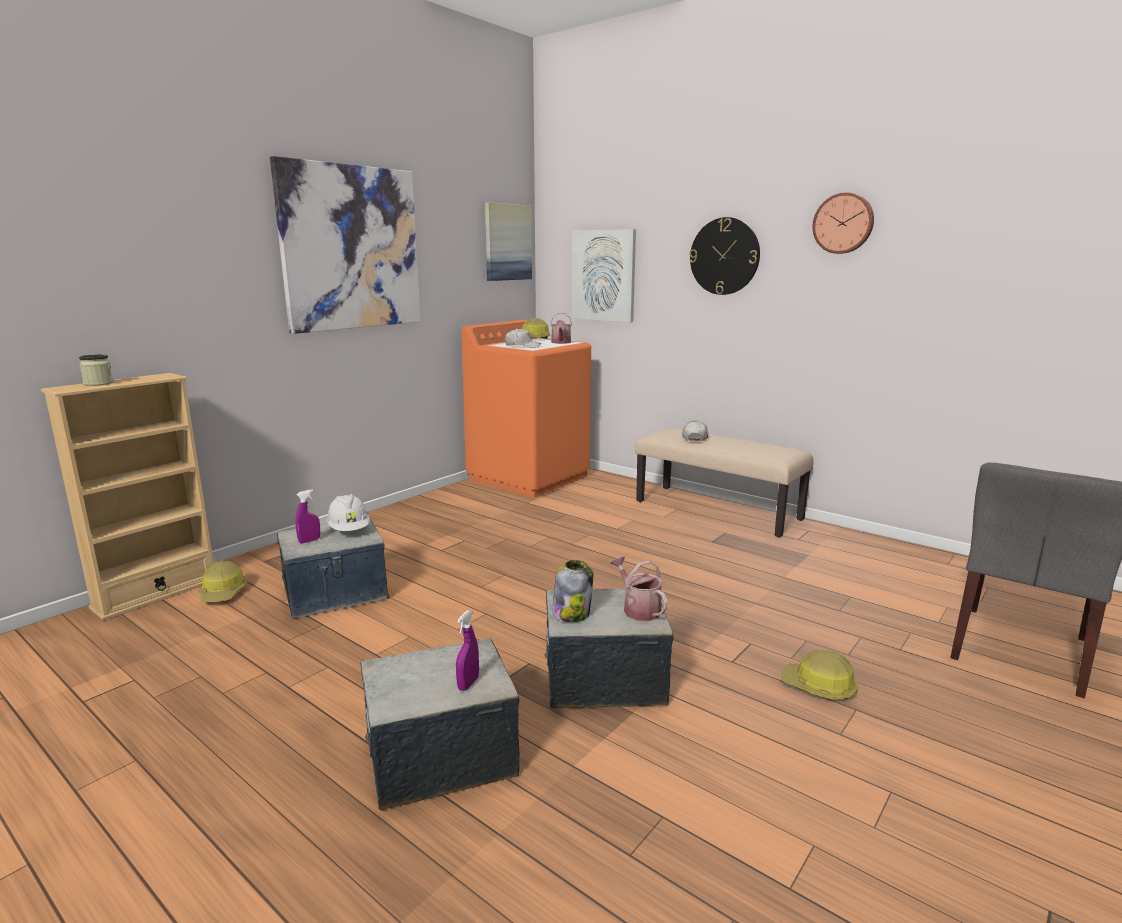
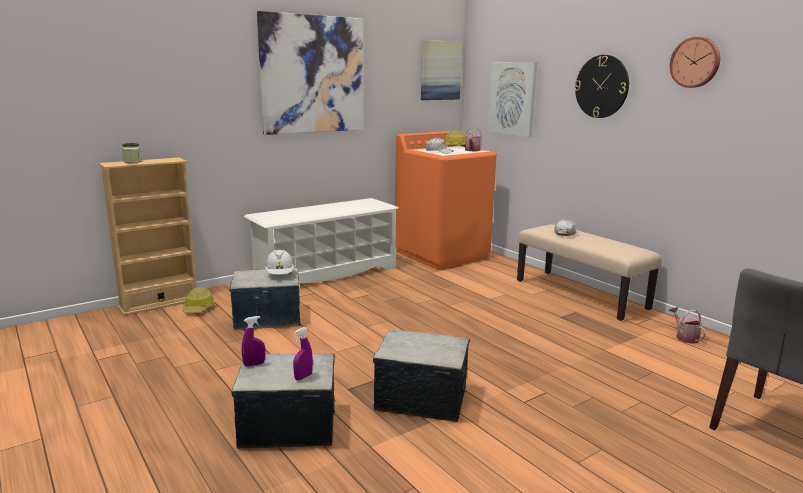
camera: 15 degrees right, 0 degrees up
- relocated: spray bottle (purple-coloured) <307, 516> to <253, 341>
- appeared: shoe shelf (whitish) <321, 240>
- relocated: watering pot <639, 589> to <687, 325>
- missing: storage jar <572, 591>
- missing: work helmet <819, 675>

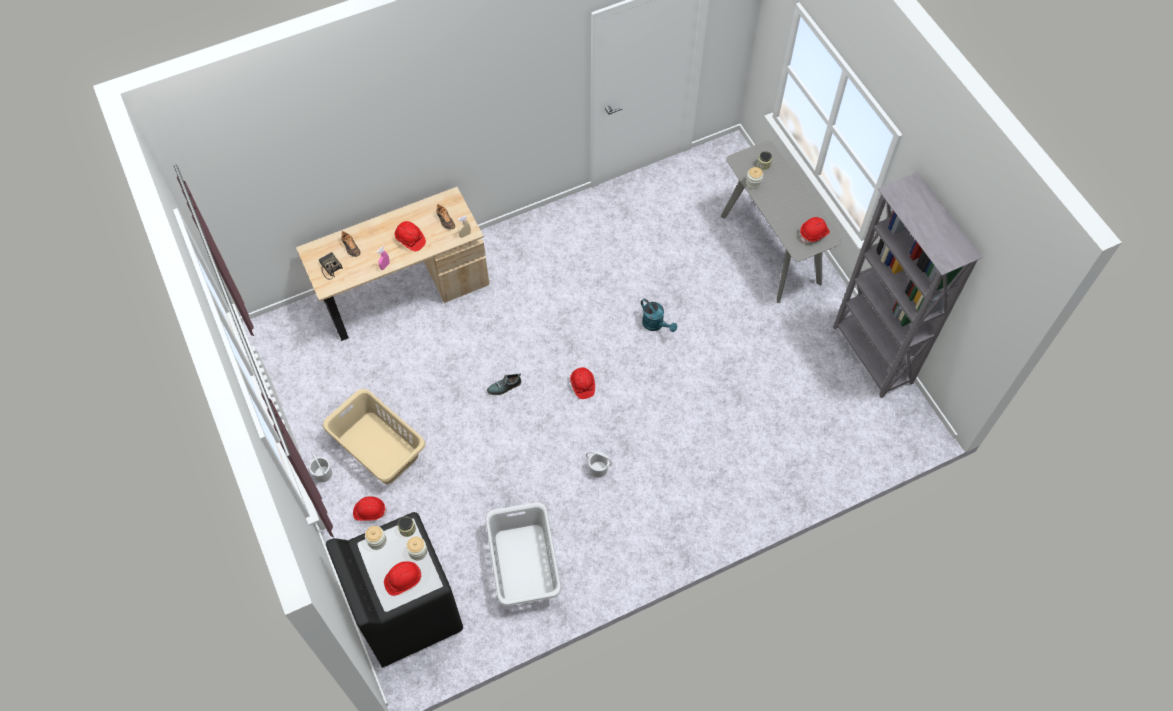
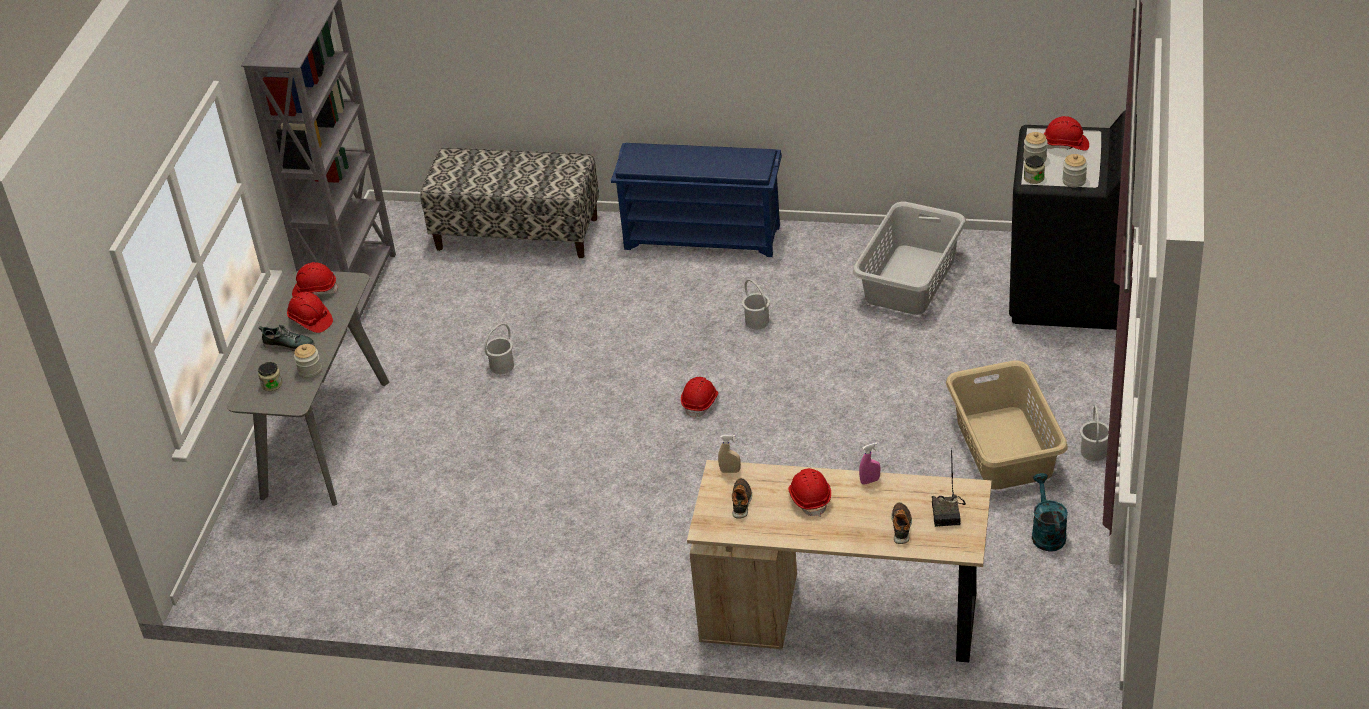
camera: 140 degrees left, 20 degrees down
- relocated: shoe <504, 384> to <287, 338>
- relocated: work helmet (red-coloured) <370, 508> to <310, 312>
- appeared: bench <509, 203>
- appeared: water bucket (whitish) <499, 348>
- appeared: shoe shelf (blue) <696, 200>
- relocated: watering pot (turquoise) <659, 315> to <1050, 512>

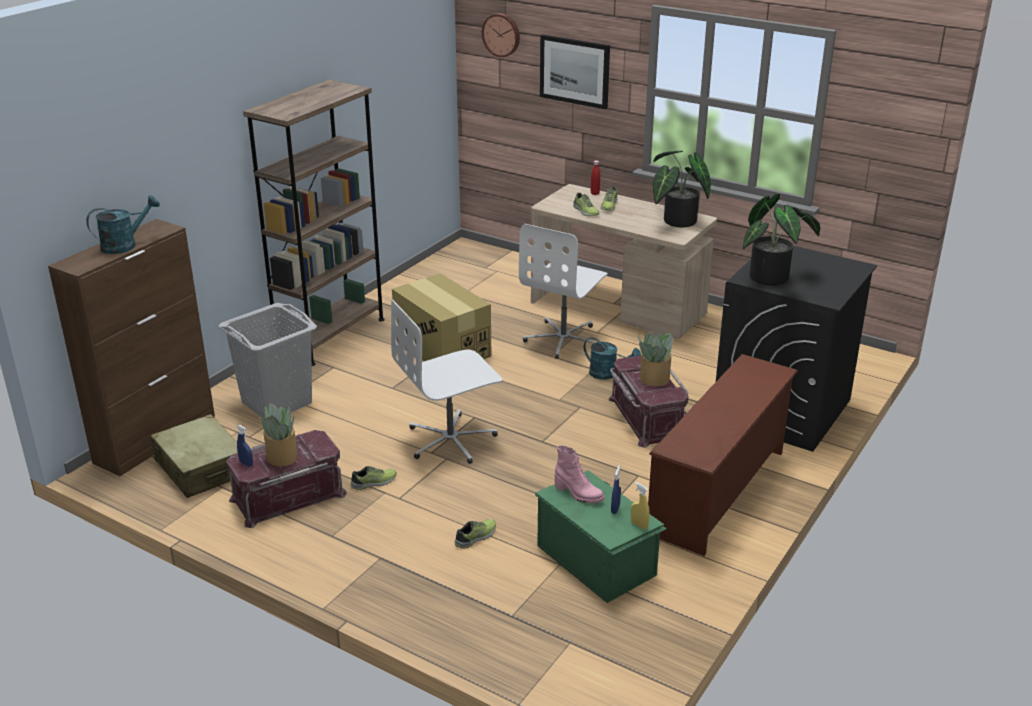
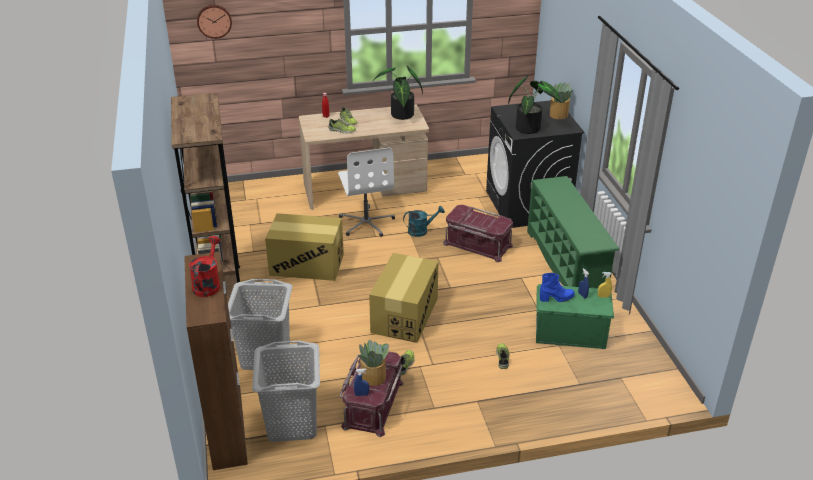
camera: 45 degrees left, 5 degrees up
- colour: watering pot (turquoise) <123, 224> to watering pot (red-coloured) <205, 266>
- exchanged: piece of luggage (beige) <194, 456> to washing basket (grey) <286, 391>
- exchanged: desk chair (whitish) <447, 381> to carton <404, 298>
- colour: shoe shelf (brown) <723, 455> to shoe shelf (green-coloured) <573, 232>
- colour: high-top boot (pink) <579, 474> to high-top boot (blue) <557, 287>
- relocated: houseplant <655, 358> to <561, 100>
- missing: wall picture <575, 72>

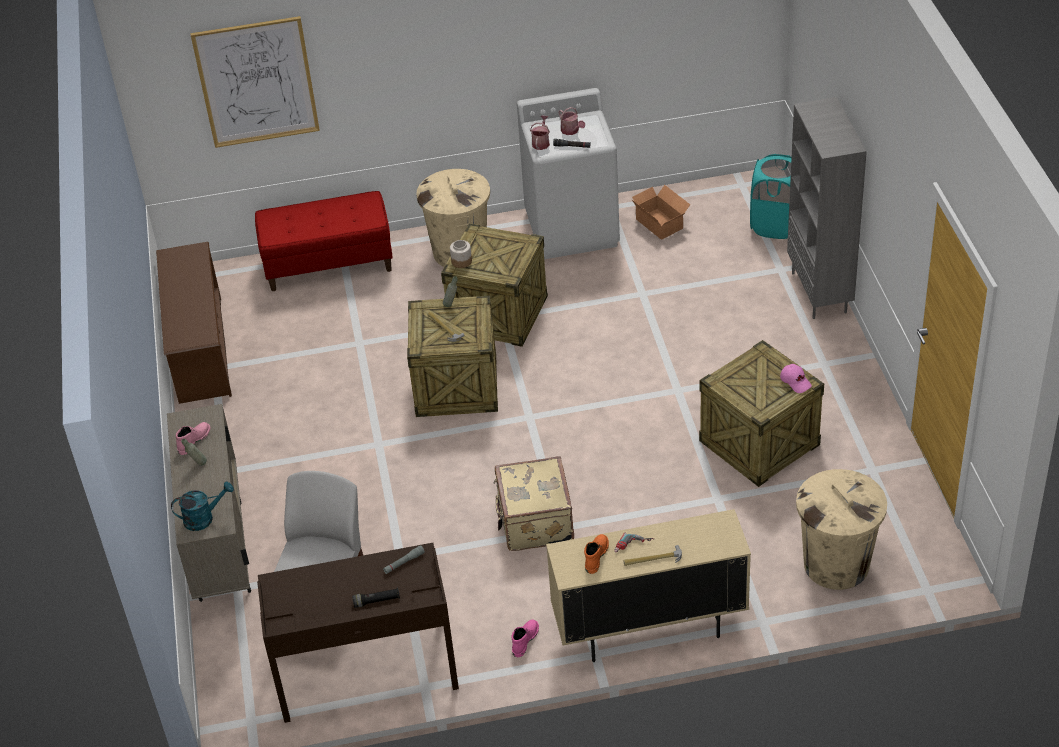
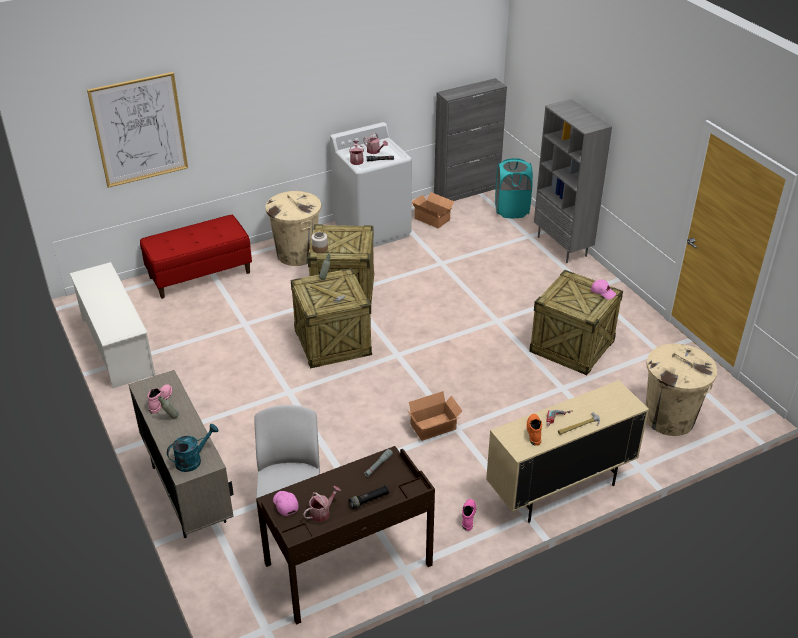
camera: 20 degrees left, 5 degrees down
- colour: shoe shelf (brown) <194, 323> to shoe shelf (whitish) <112, 325>
- appeared: cap (pink) <286, 503>
- appeared: watering pot <322, 504>
- exchanged: piece of luggage (beige) <534, 503> to carton <434, 416>
- appeared: cupboard (grey) <470, 139>

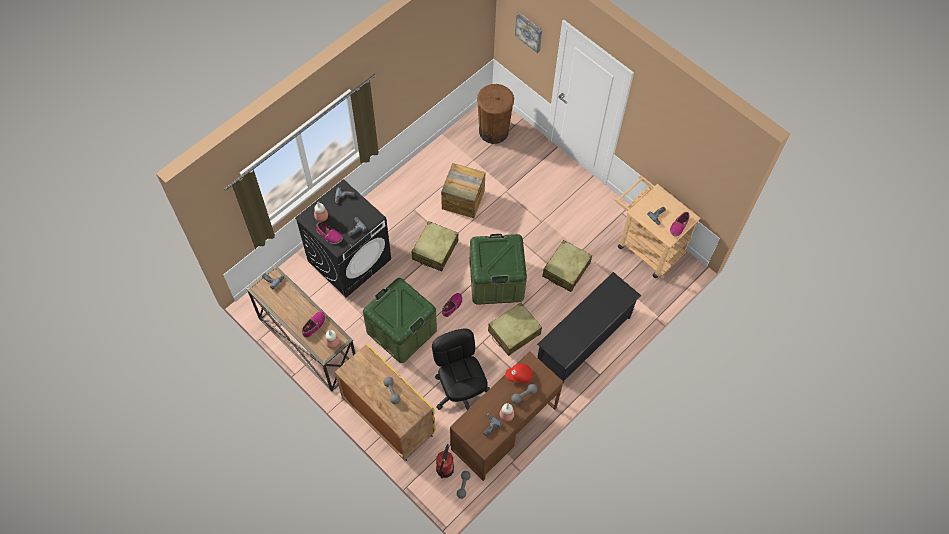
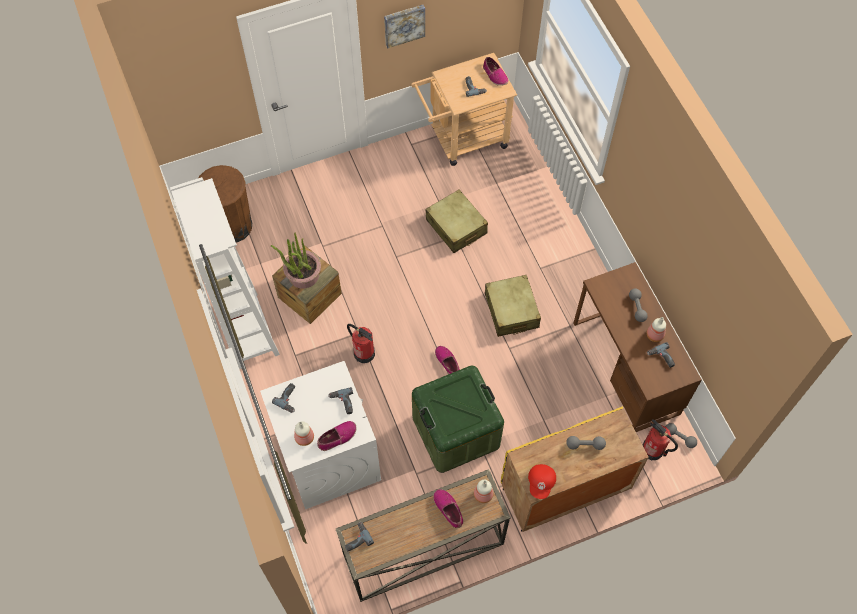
camera: 65 degrees left, 0 degrees up
- appeared: shelving unit (whitish) <225, 273>
- colour: laundry appliance (black-coloured) <343, 238> to laundry appliance (whitish) <320, 435>
- appeared: houseplant <296, 260>
- exchanged: piece of luggage (beige) <435, 246> to fire extinguisher <361, 343>
- relocated: wall picture <528, 33> to <404, 26>
- relocated: cap (red-coloured) <519, 373> to <542, 481>
- missing: desk chair (black-coloured) <461, 369>
- missing: storage box (green-coloured) <498, 269>
- missing: shoe shelf (black-coloured) <589, 327>

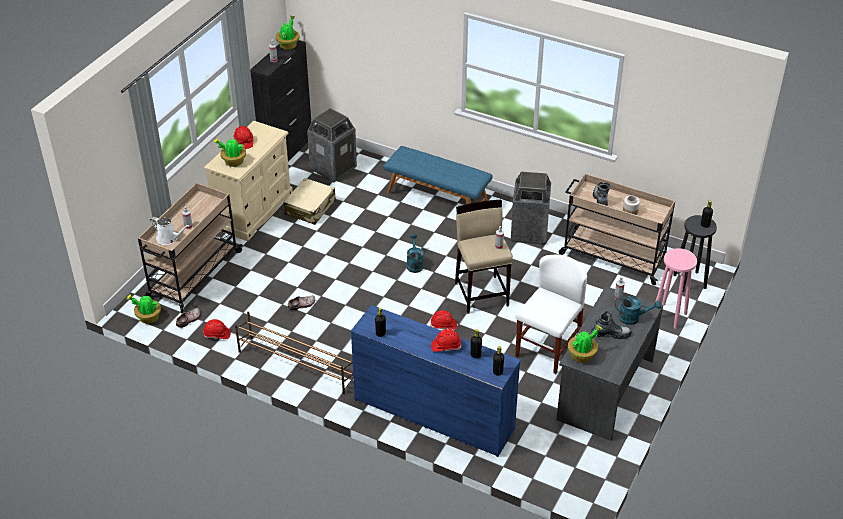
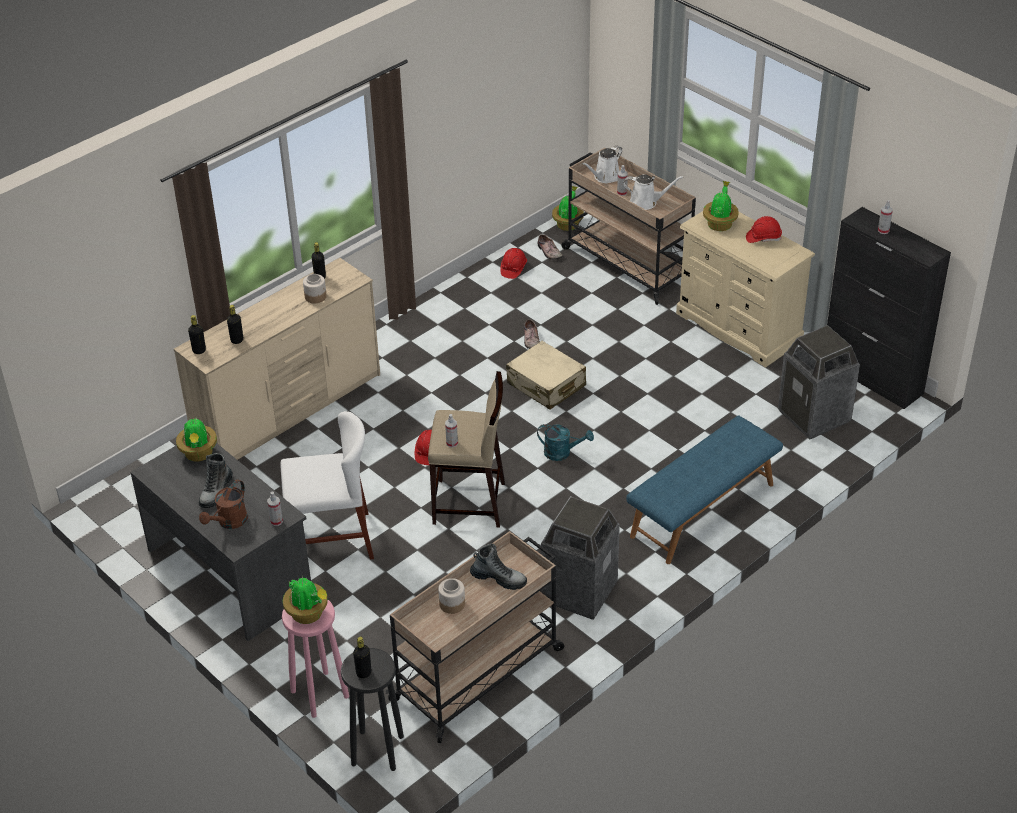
camera: 110 degrees right, 0 degrees up
- colour: chest of drawers (blue) <436, 381> to chest of drawers (beige) <277, 359>
- colour: watering pot (turquoise) <638, 310> to watering pot (brown) <223, 504>
- spun: plain chair (whitish) <551, 314> = <327, 485> 60 degrees counterclockwise
- relocated: houseplant <288, 33> to <305, 600>
- appeared: storage jar <315, 288>
- relocated: piece of luggage (beige) <310, 201> to <546, 375>
- appeared: watering pot (whitish) <653, 192>
- missing: shoe shelf (brown) <294, 353>
- missing: work helmet (red-coloured) <446, 340>

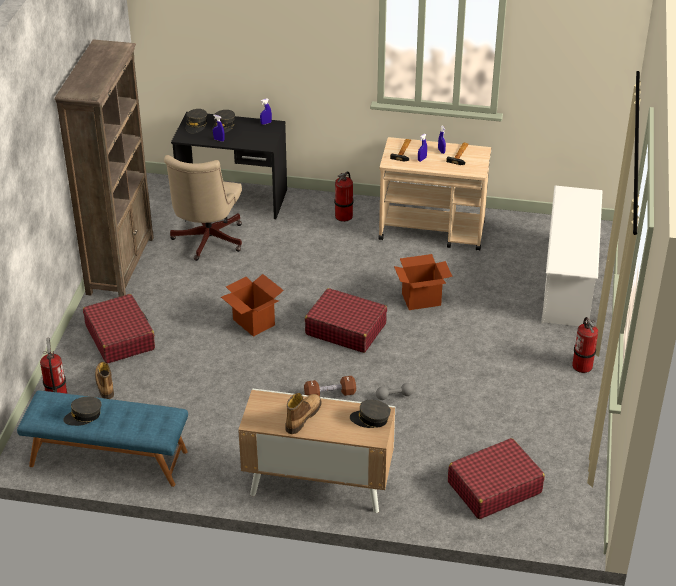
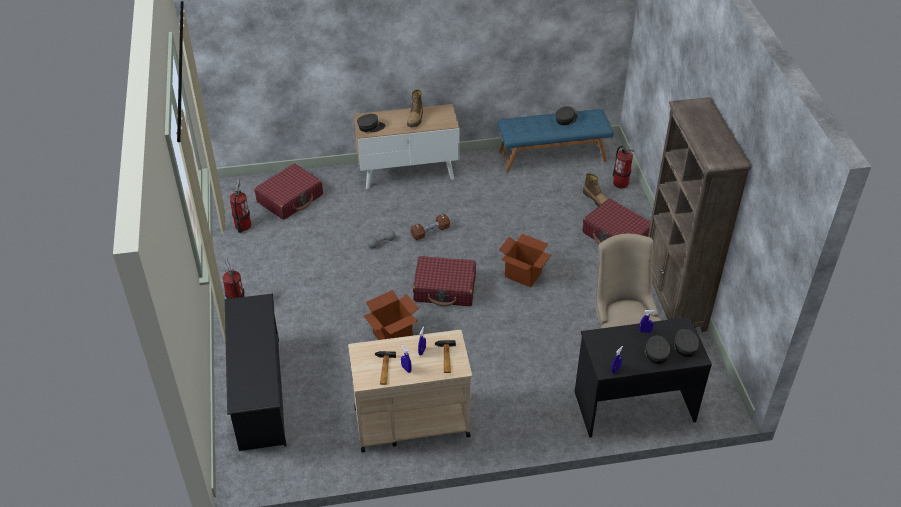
camera: 160 degrees right, 5 degrees up
- colour: shoe shelf (whitish) <571, 255> to shoe shelf (black-coloured) <255, 372>
- relocated: fire extinguisher <344, 197> to <240, 206>

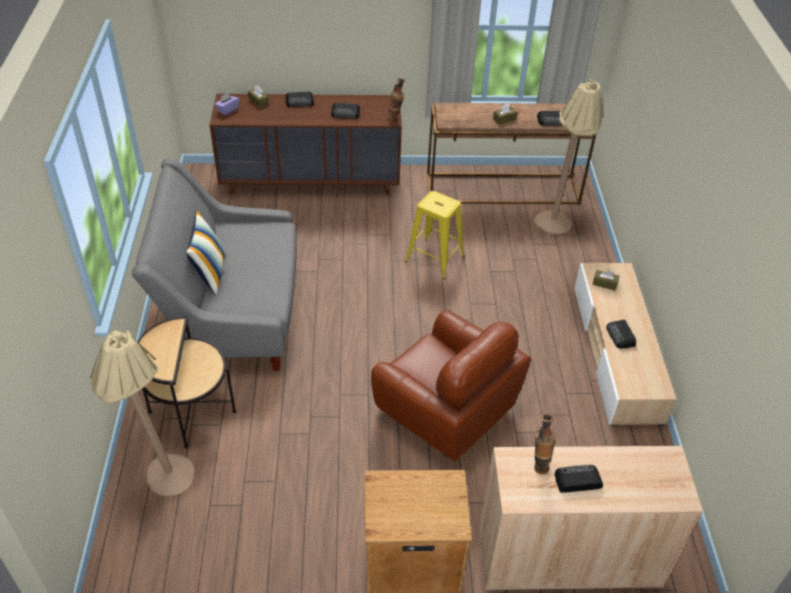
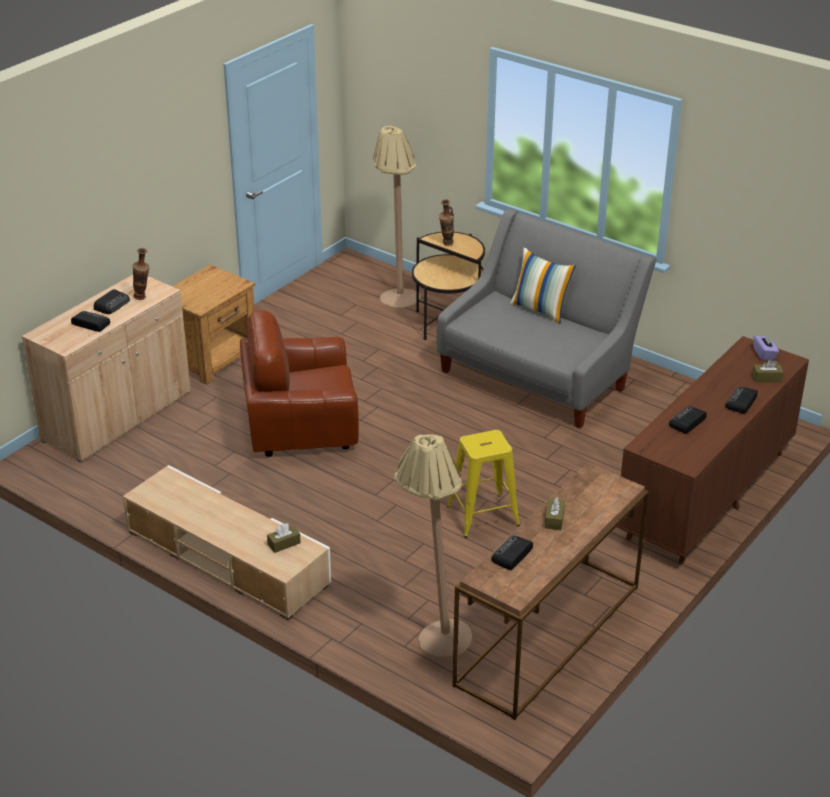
camera: 130 degrees right, 10 degrees down
- relocated: radio set <621, 334> to <90, 321>
- relocated: vase <396, 100> to <446, 222>

